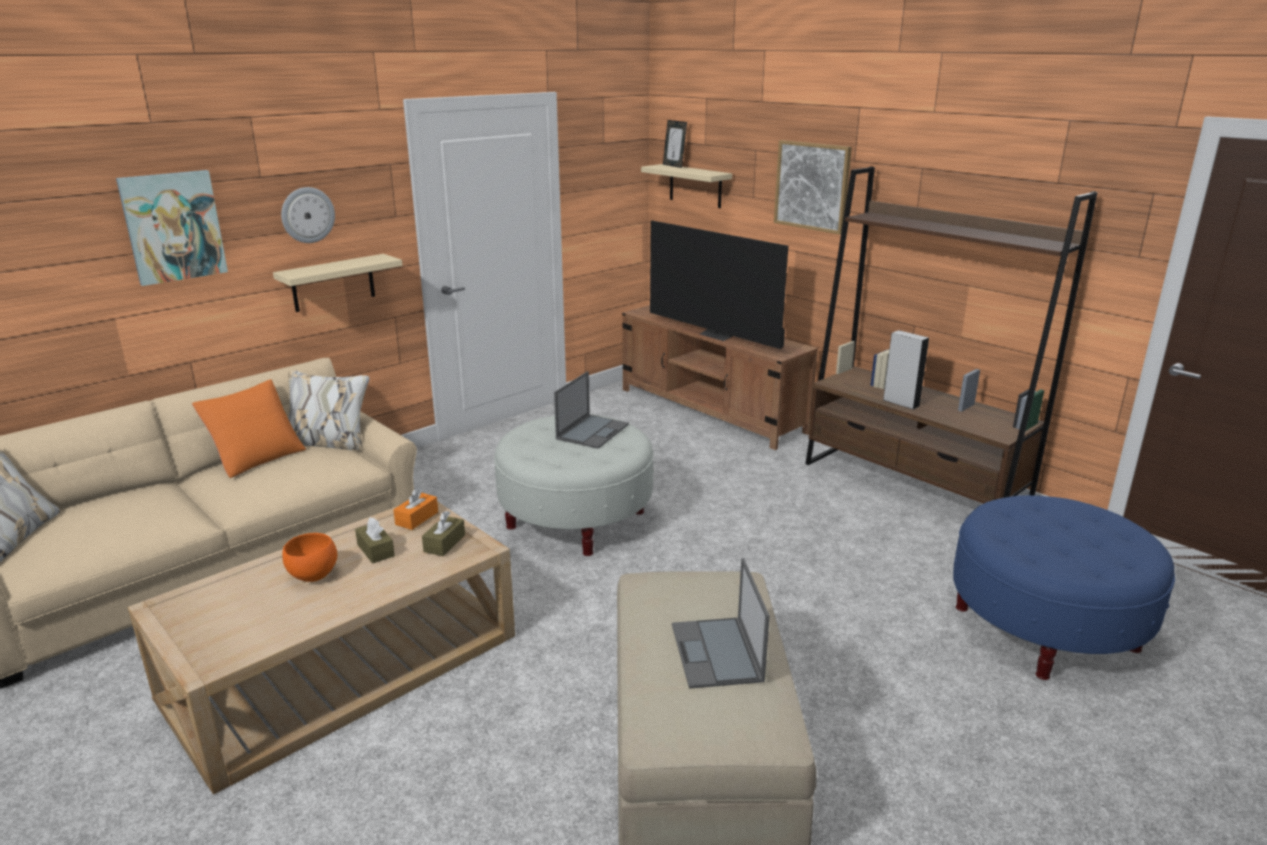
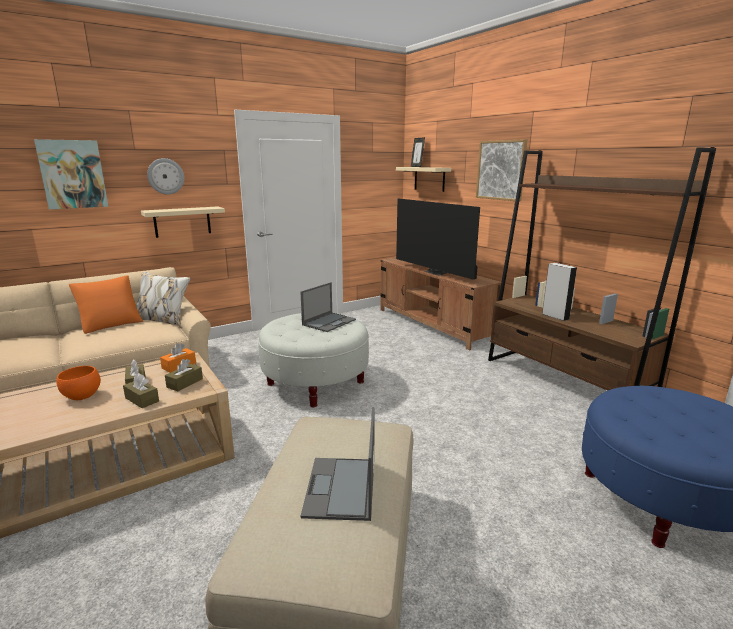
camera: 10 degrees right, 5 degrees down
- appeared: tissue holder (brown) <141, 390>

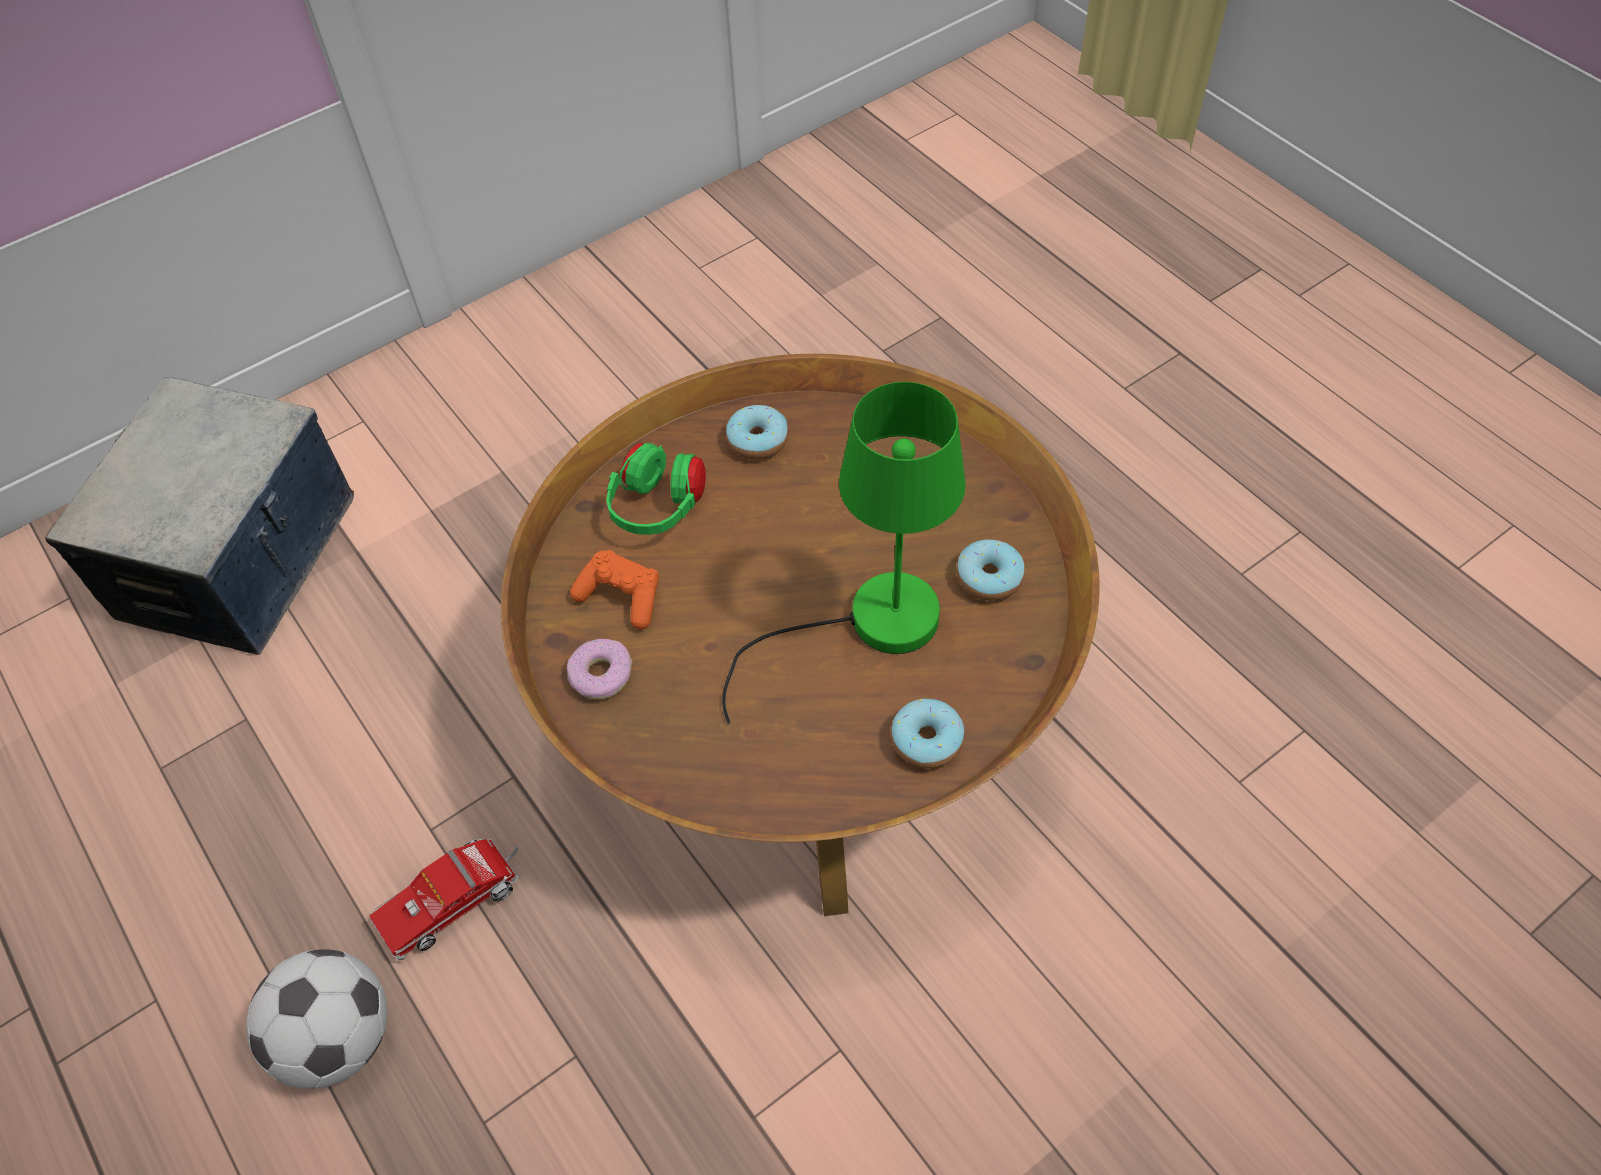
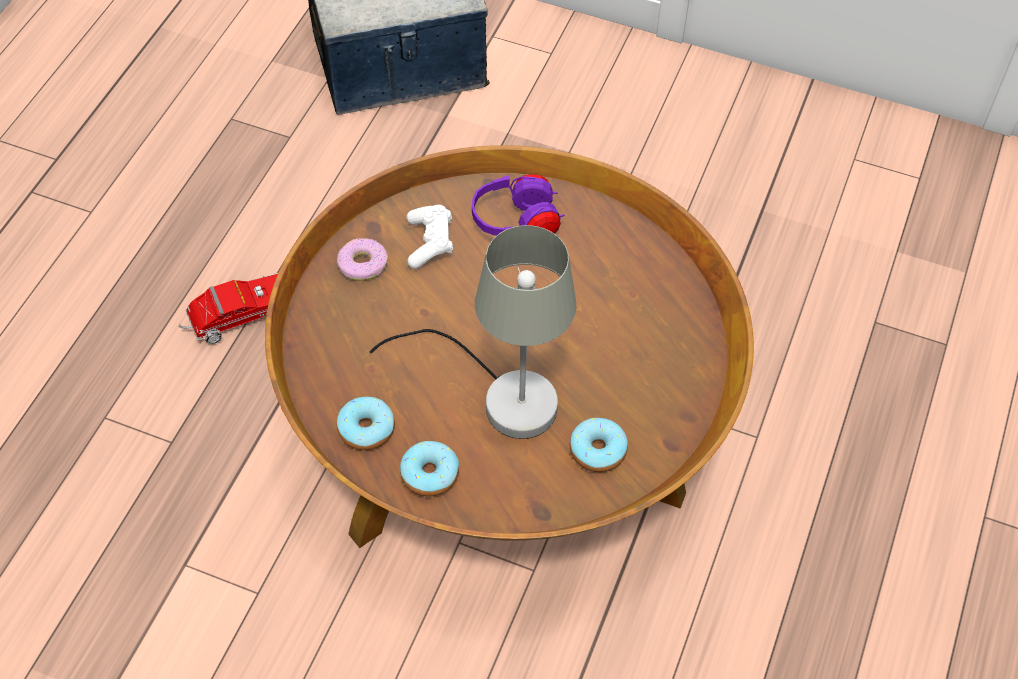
camera: 55 degrees right, 0 degrees up
- spun: toy lorry <444, 899> = <228, 308> 135 degrees clockwise
- relocated: ring doughnut <757, 432> to <366, 423>
- colour: tabletop lamp (green-coloured) <844, 553> to tabletop lamp (grey) <472, 332>
- colour: game controller (orange-coloured) <614, 590> to game controller (whitish) <430, 237>
- colour: pair of headphones (green-coloured) <656, 489> to pair of headphones (purple-coloured) <518, 204>
- missing: football ball <316, 1019>

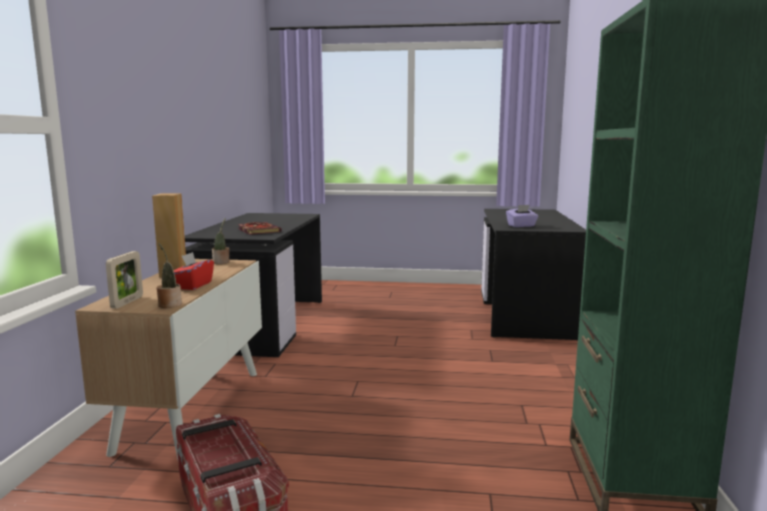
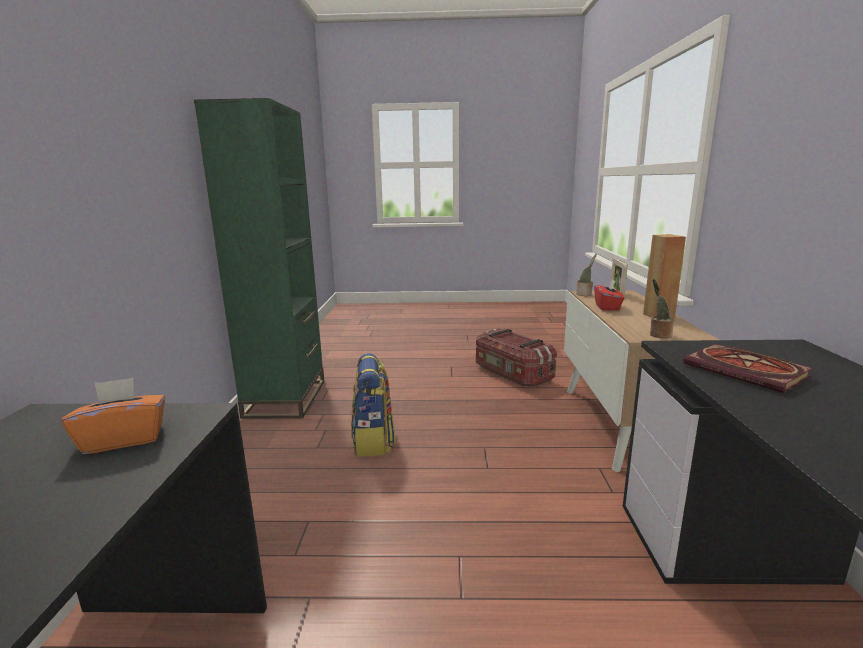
camera: 175 degrees right, 5 degrees up
- colour: tissue holder (purple-coloured) <522, 216> to tissue holder (orange-coloured) <113, 415>
- appeared: backpack <373, 405>

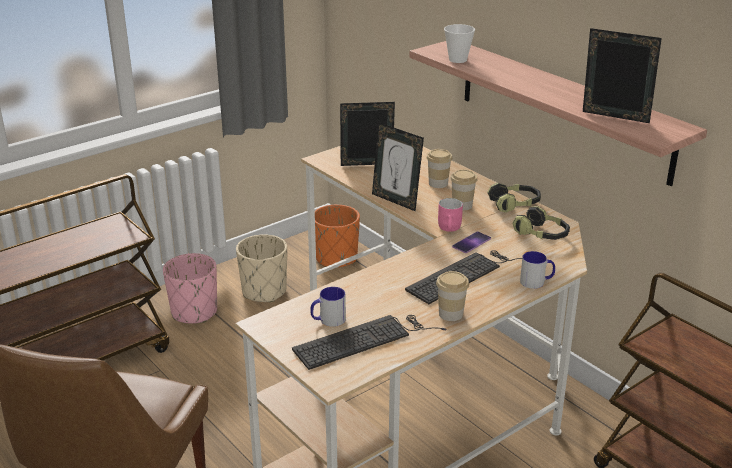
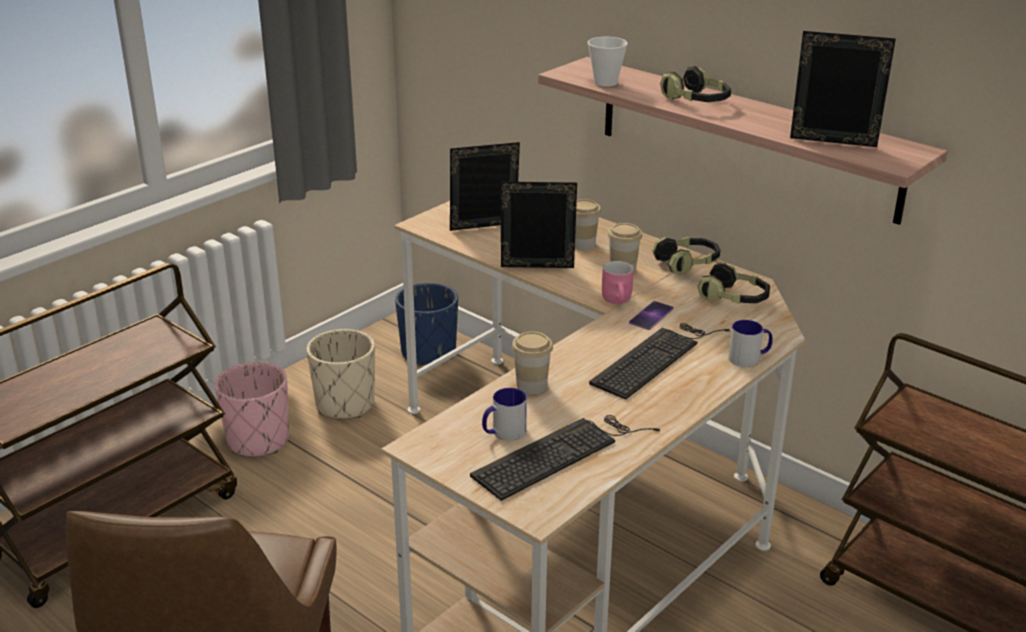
camera: 10 degrees left, 0 degrees up
- colour: flower pot (orange-coloured) <337, 236> to flower pot (blue) <426, 325>
- spun: photo frame <398, 167> = <538, 225> 150 degrees clockwise
- relocated: small cup <452, 296> to <532, 363>
- appeared: pair of headphones <695, 84>

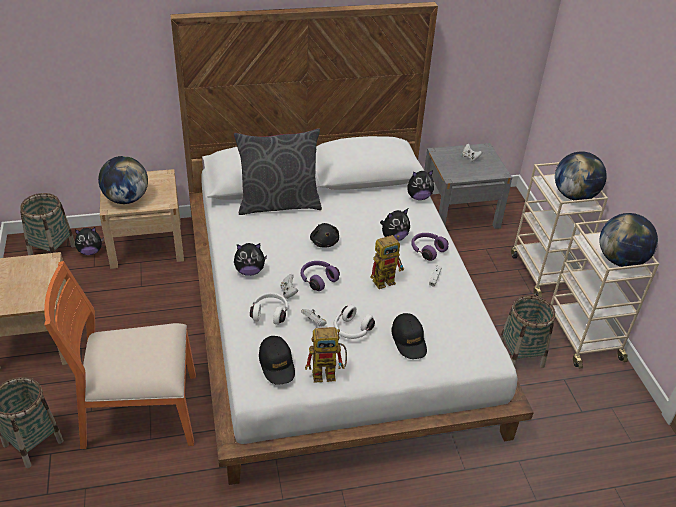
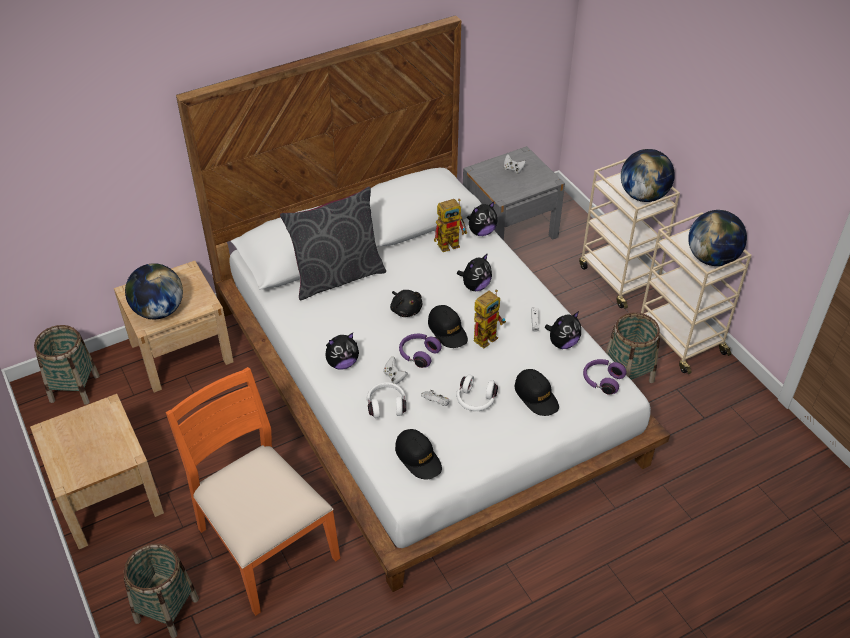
camera: 15 degrees left, 5 degrees up
- spun: plain chair (orange-coloured) <120, 355> = <253, 491> 75 degrees clockwise
- appeared: cap (black-coloured) <448, 326>
- relocated: model robot <326, 355> to <450, 225>
- relocated: soft toy <89, 241> to <563, 330>
- relocated: pair of headphones (purple-coloured) <429, 247> to <605, 377>

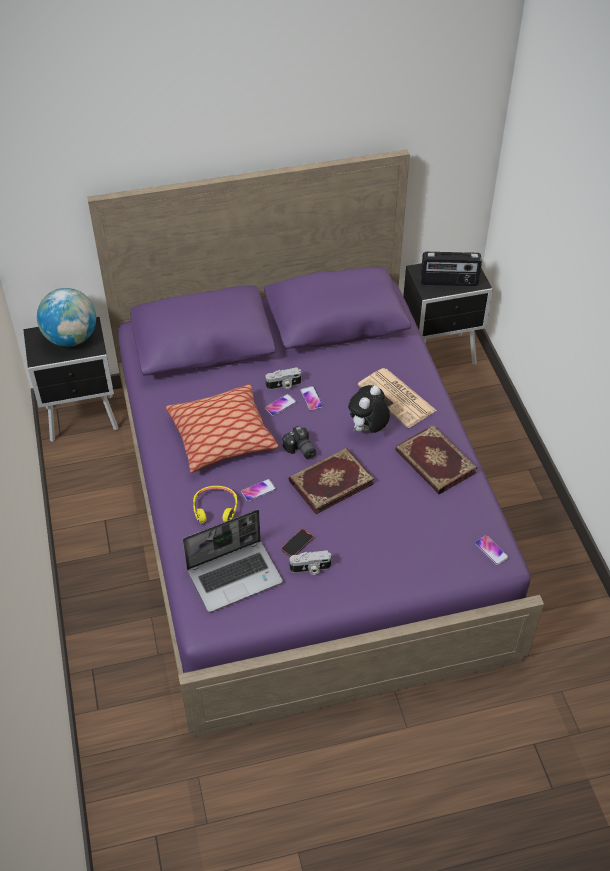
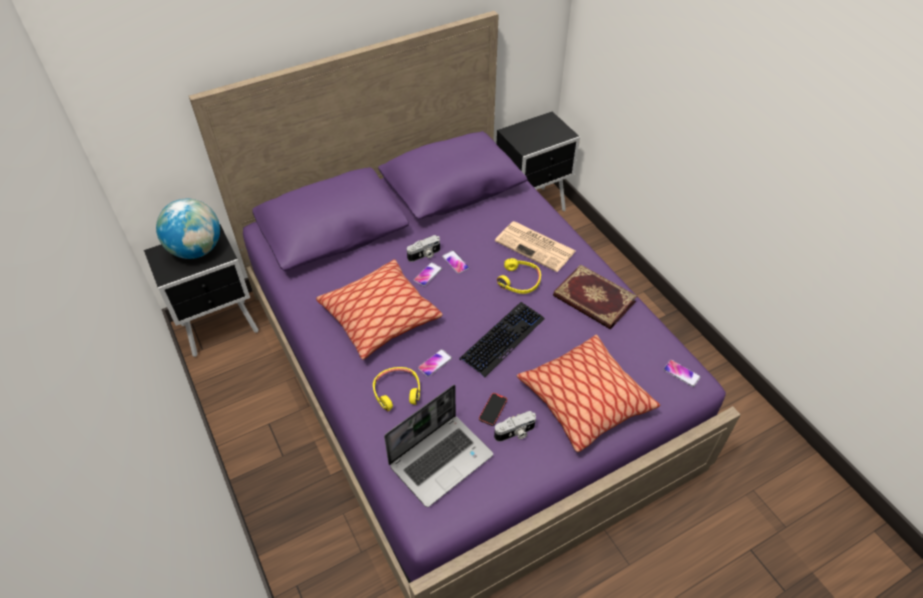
camera: 15 degrees left, 0 degrees up
- exchanged: bound book <331, 481> to PC keyboard <502, 339>
- exchanged: soft toy <369, 409> to pair of headphones (yellow) <519, 276>
- appeared: throw pillow <588, 393>
- missing: still camera <299, 442>
- missing: radio set <451, 269>

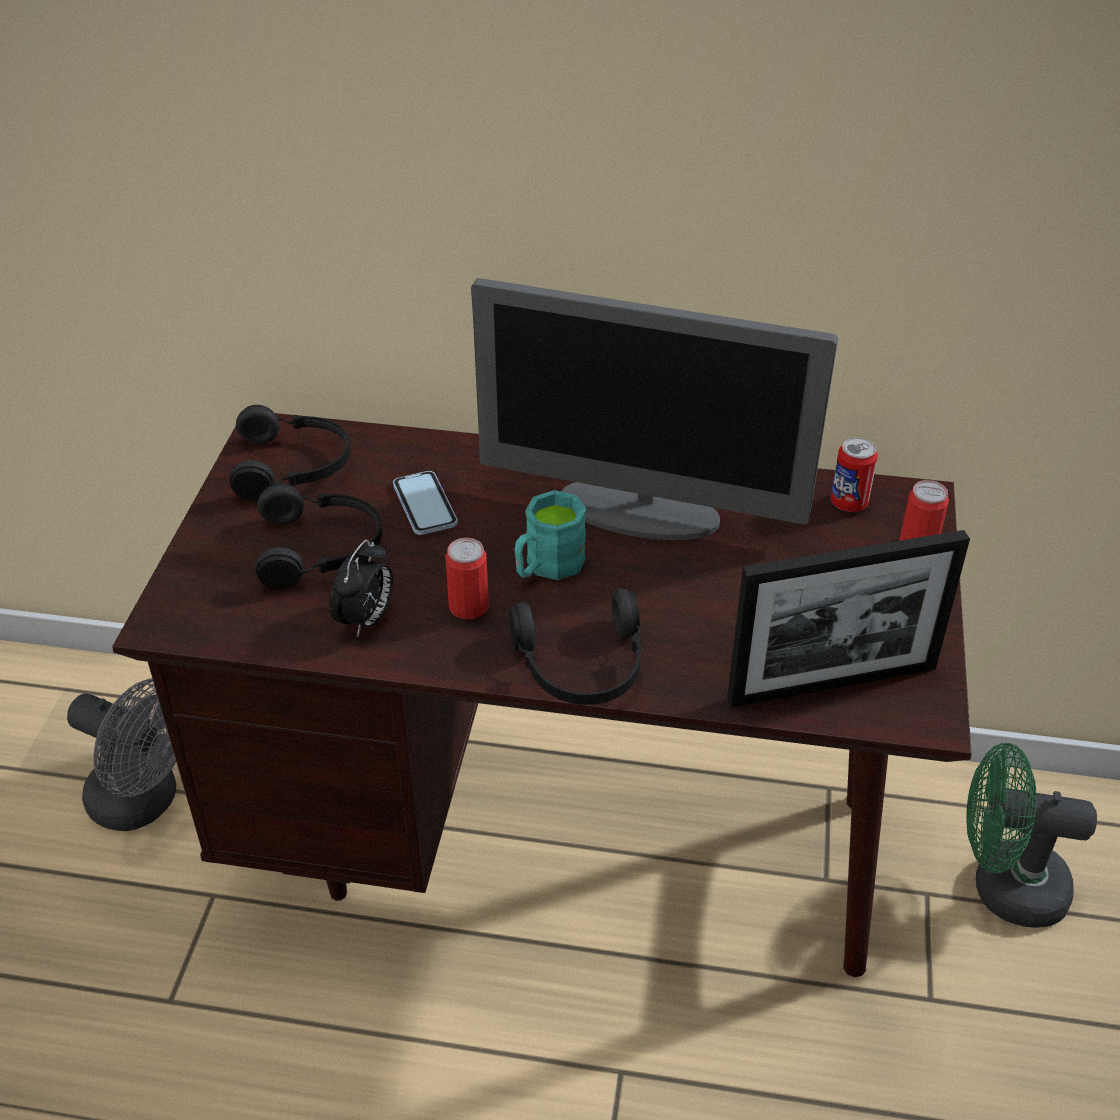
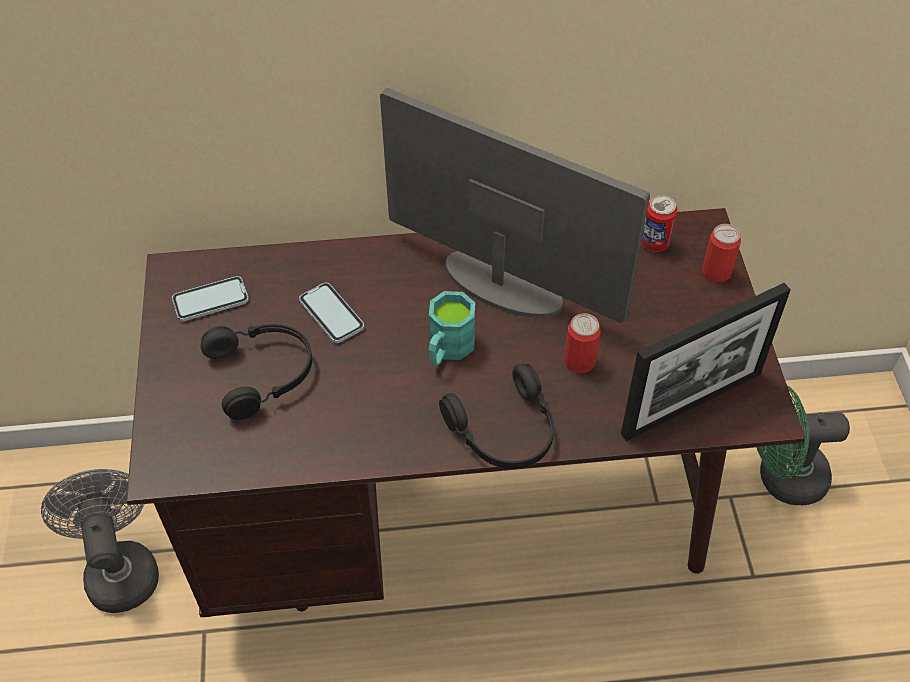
camera: 15 degrees left, 10 degrees up
- spun: electric fan (grey) <121, 754> = <100, 541> 120 degrees counterclockwise
- exchanged: pair of headphones (black-coloured) <289, 453> to handset <210, 298>
- spun: computer screen <654, 409> = <515, 205> 150 degrees counterclockwise
- relocated: sealed can <467, 578> to <582, 343>
- missing: table clock <361, 588>

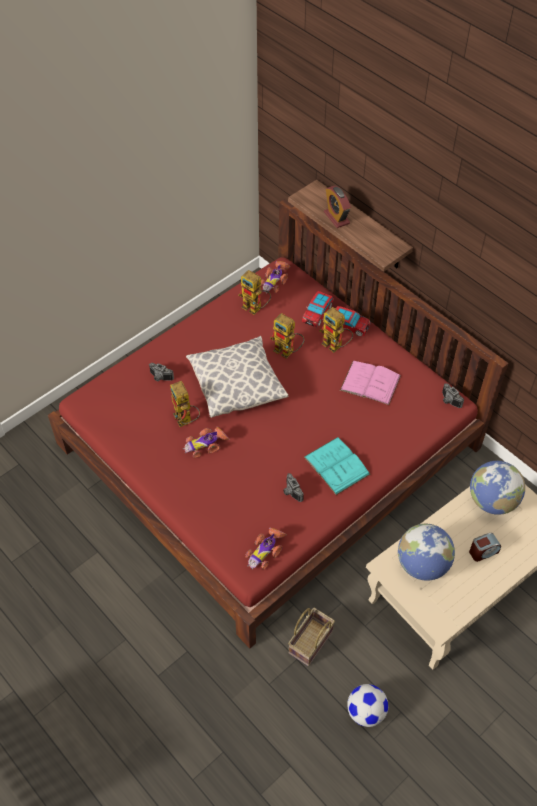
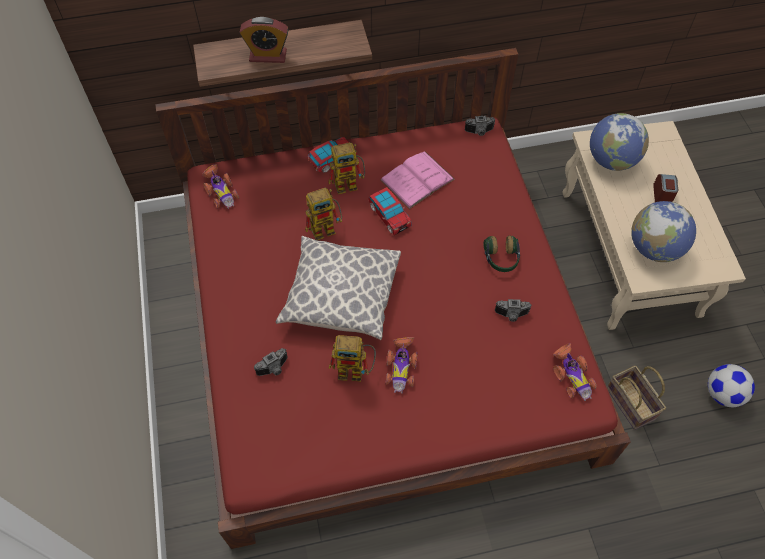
camera: 60 degrees left, 5 degrees up
- relocated: toy car <317, 309> to <390, 211>
- exchanged: bound book (turquoise) <337, 466> to pair of headphones <502, 254>
- missing: model robot <254, 292>

